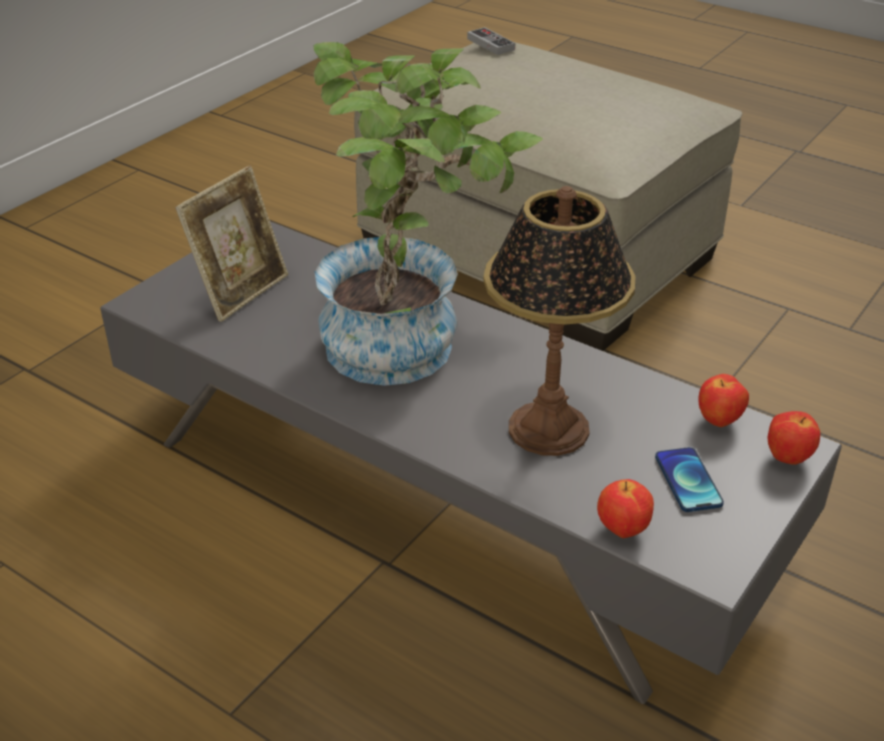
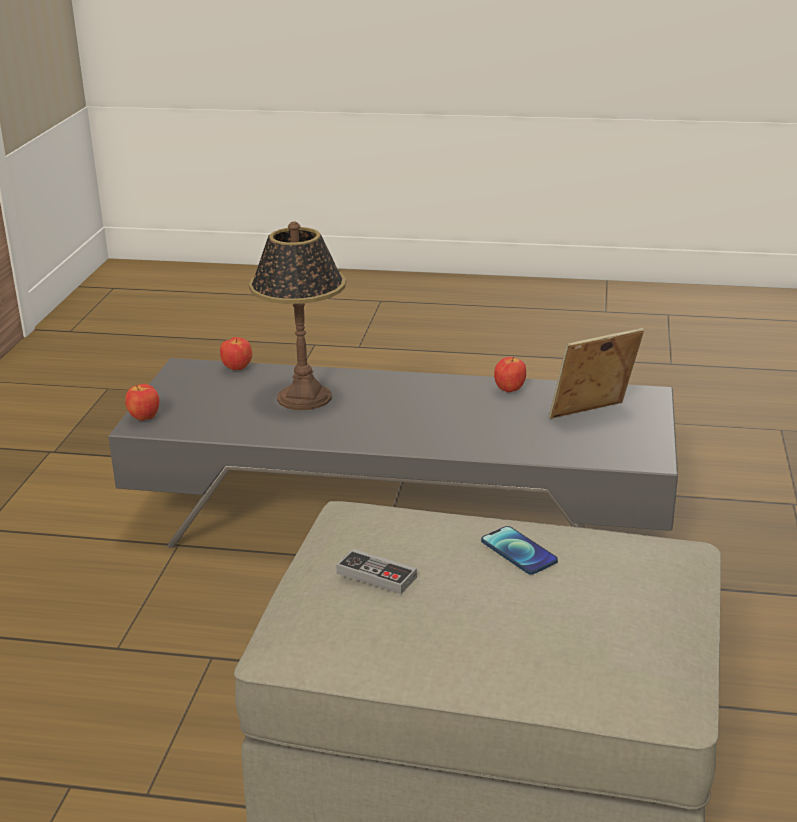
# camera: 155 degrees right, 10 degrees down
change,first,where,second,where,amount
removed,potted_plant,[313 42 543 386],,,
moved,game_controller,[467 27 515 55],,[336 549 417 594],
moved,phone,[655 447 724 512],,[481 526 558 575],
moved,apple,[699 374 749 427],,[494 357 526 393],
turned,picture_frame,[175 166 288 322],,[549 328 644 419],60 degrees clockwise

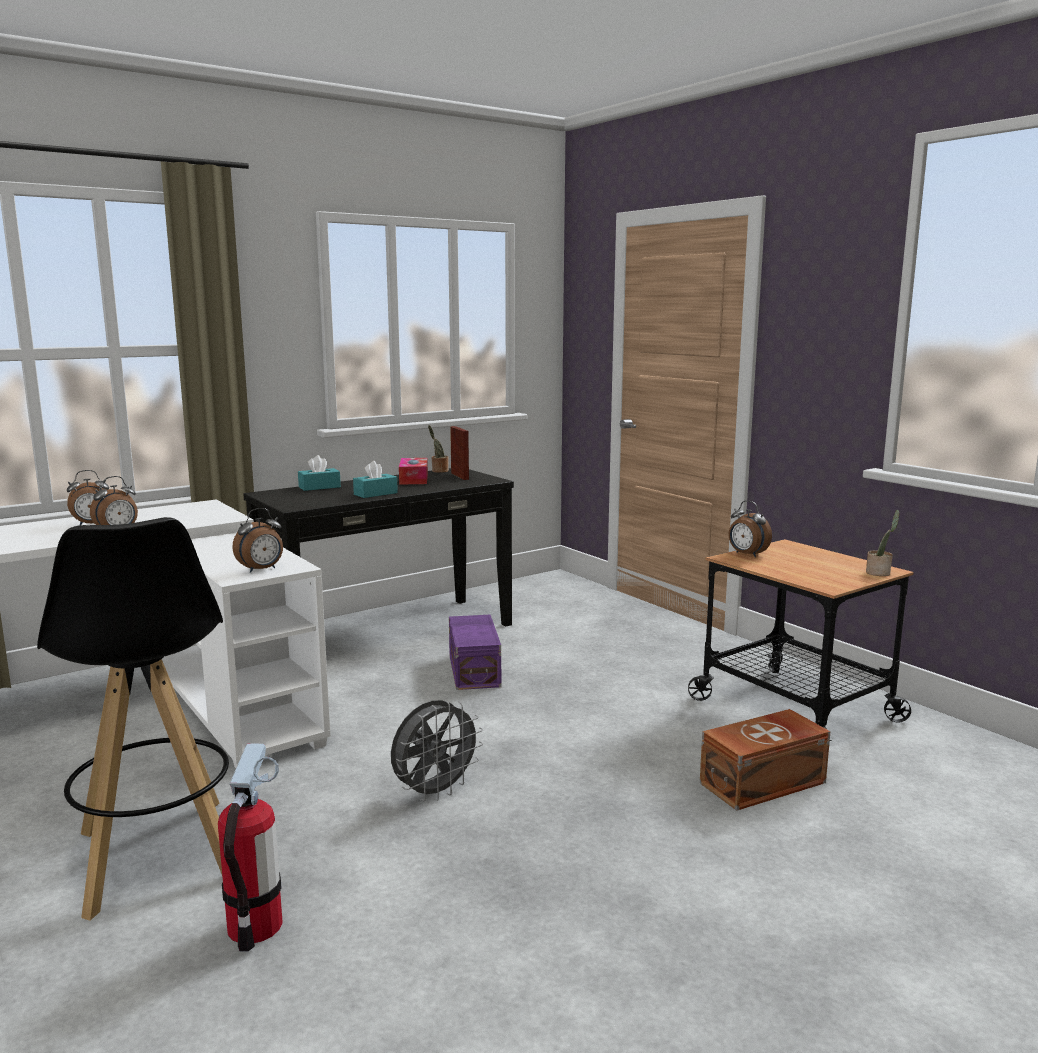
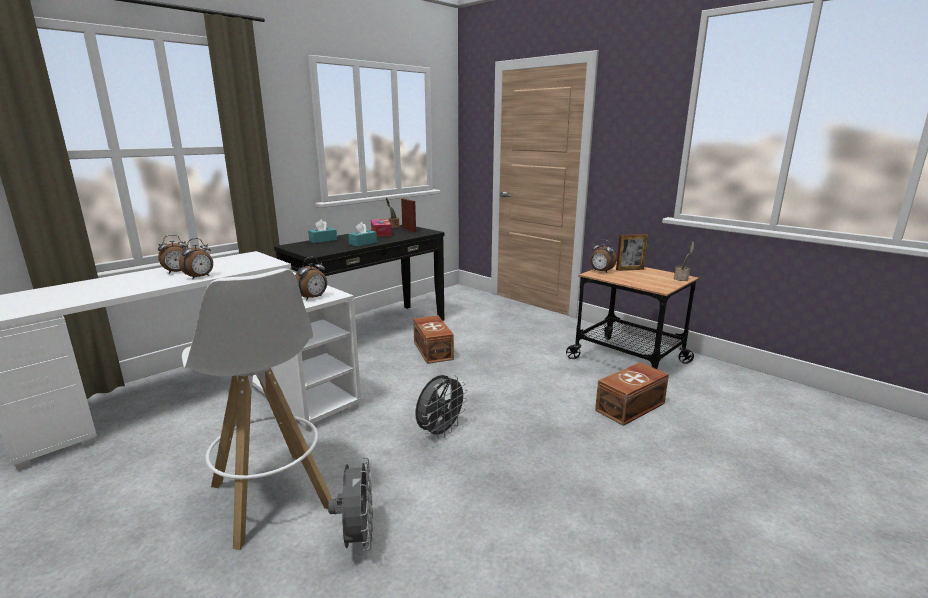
# camera: 10 degrees left, 5 degrees up
change,first,where,second,where,amount
added,,,picture_frame,[616 234 648 271],
replaced,fire_extinguisher,[218 743 283 952],grey_fan,[328 457 373 551],
recoloured,black_stool,[37 517 229 921],white_stool,[182 268 332 550],
recoloured,purple_storage_box,[449 615 501 690],brown_storage_box,[413 315 454 364],

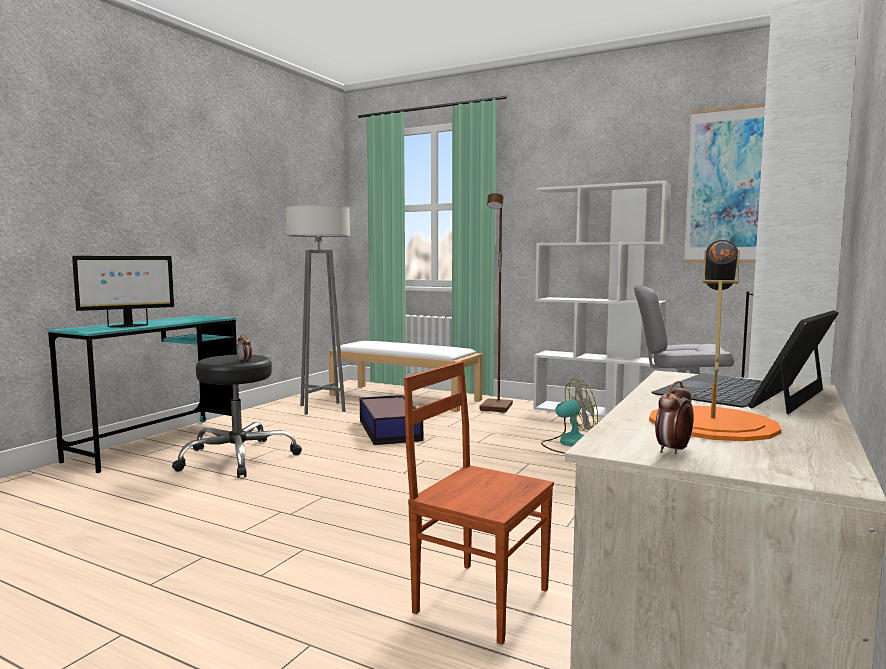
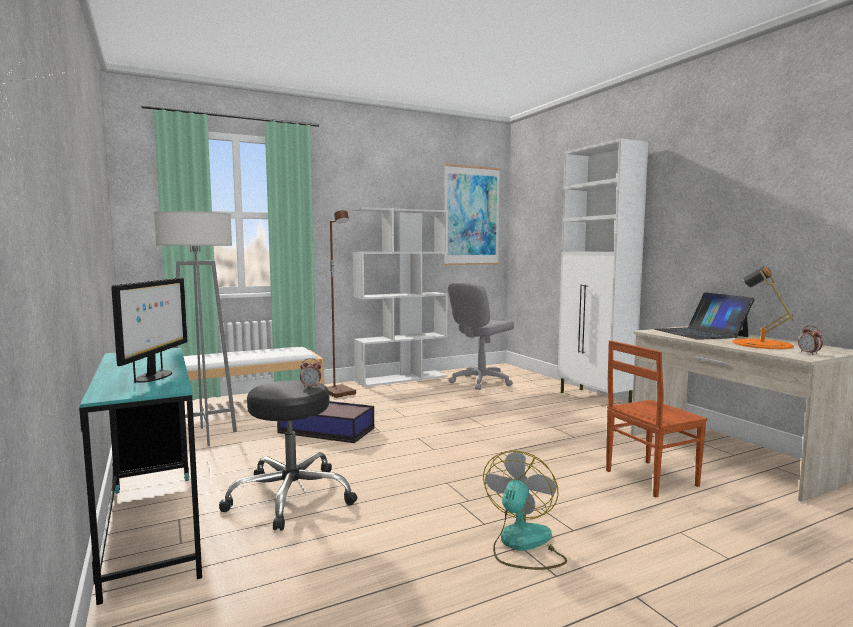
# camera: 55 degrees left, 0 degrees up
change,first,where,second,where,amount
moved,fan,[541 379 598 454],,[483 451 567 570],

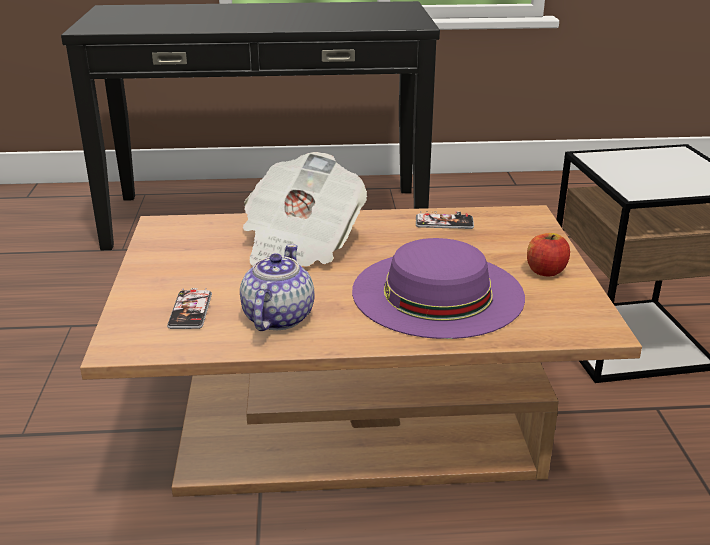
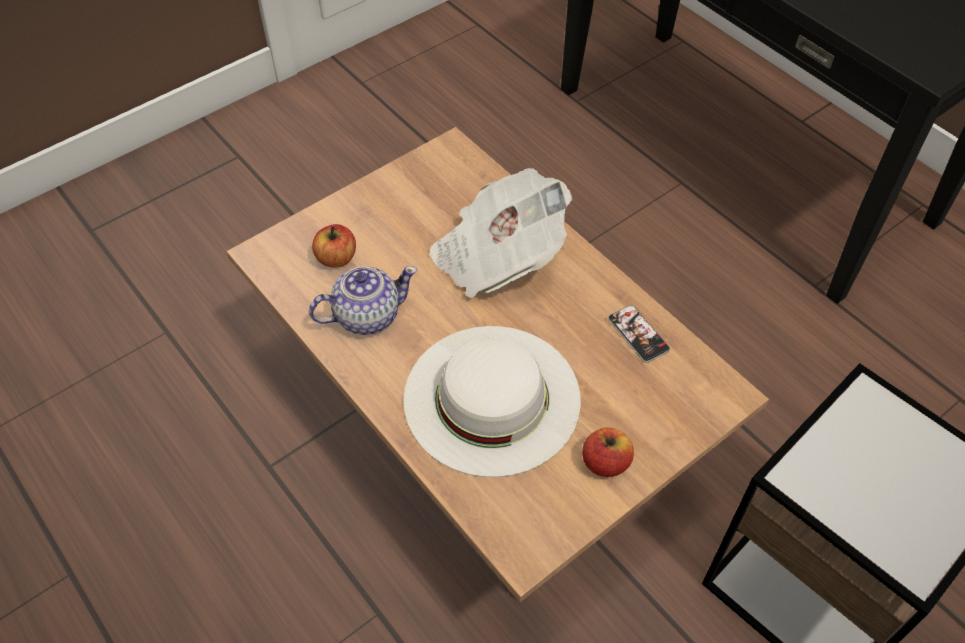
# camera: 55 degrees right, 25 degrees up
change,first,where,second,where,amount
replaced,phone,[167 288 212 329],apple,[312 224 356 268],
recoloured,purple_hat,[352 238 525 339],white_hat,[404 326 581 477],

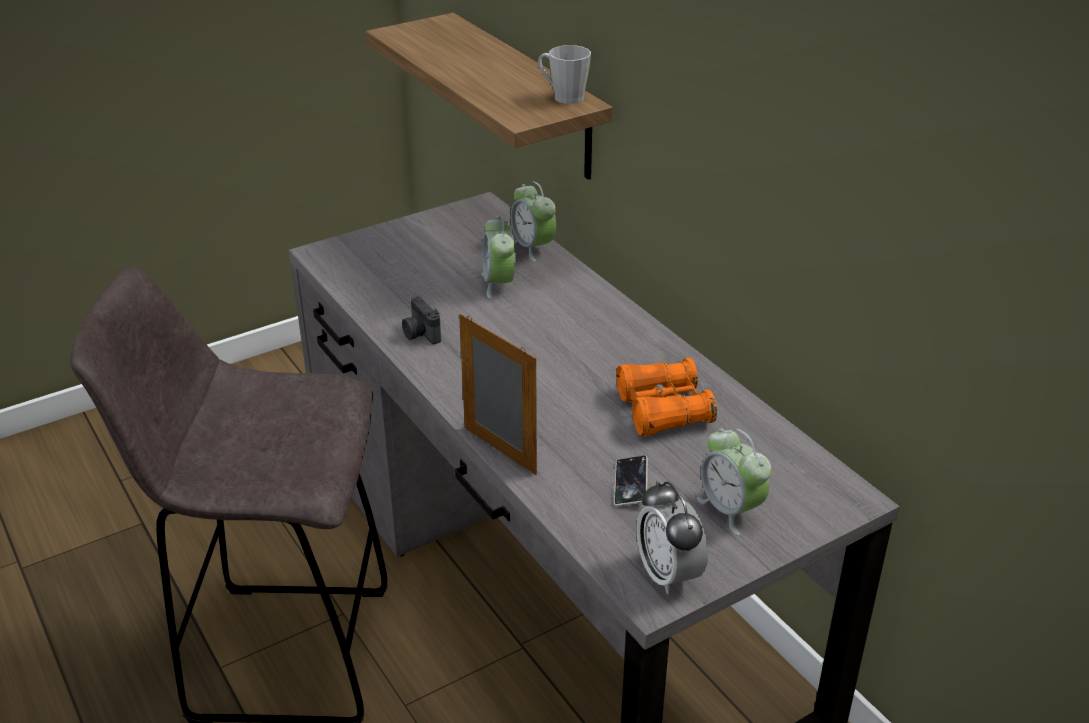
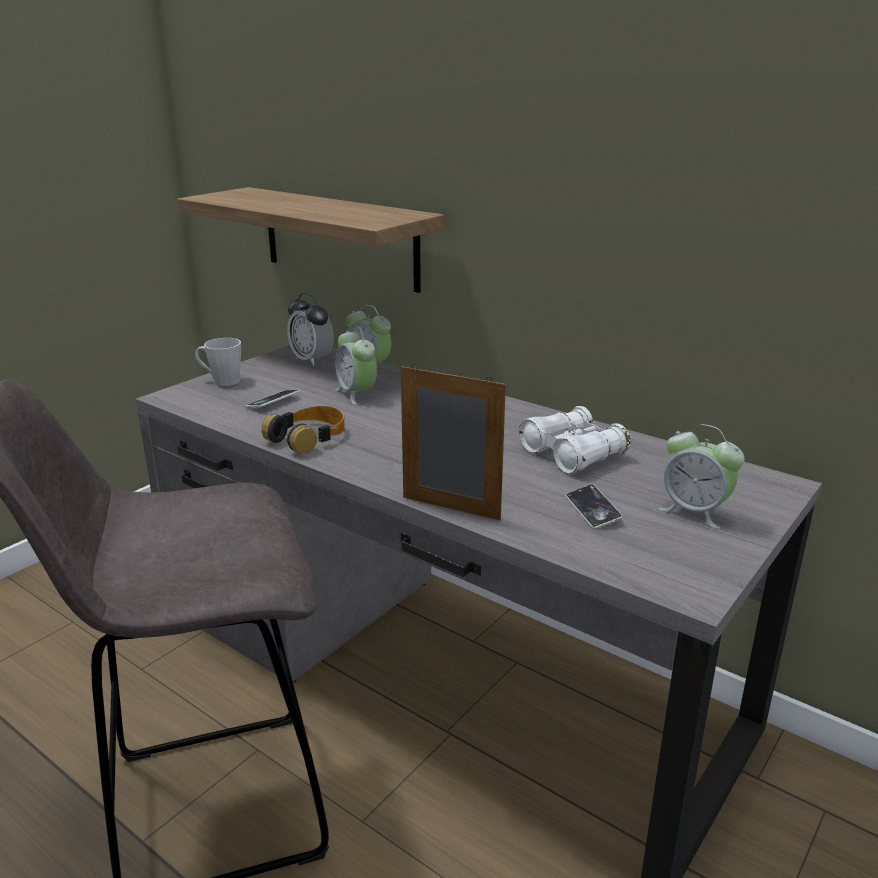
# camera: 20 degrees left, 10 degrees down
change,first,where,second,where,amount
added,,,phone,[245 390 300 407],
moved,grey_mug,[538 45 591 104],,[195 338 241 386],
moved,alarm_clock,[636 481 708 594],,[287 293 334 366],
replaced,photo_camera,[402 297 441 344],headphones,[262 406 344 453],
recoloured,orange_binoculars,[616 358 717 436],white_binoculars,[519 406 631 474],

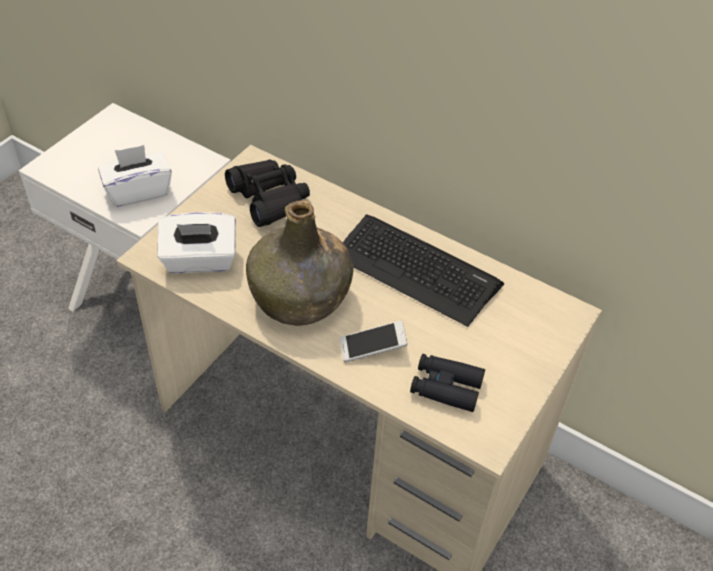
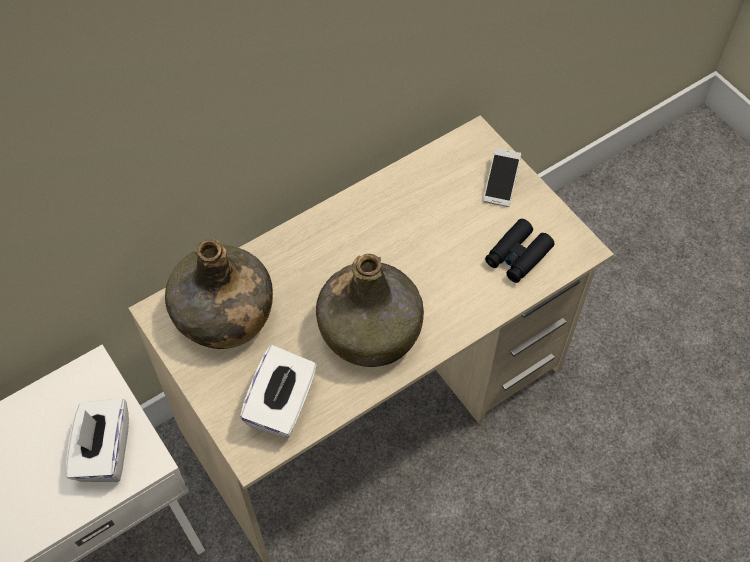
# camera: 65 degrees left, 10 degrees up
change,first,where,second,where,amount
removed,keyboard,[343 214 504 327],,,
moved,phone,[340 321 408 362],,[483 148 521 207],
replaced,black_binoculars,[225 159 310 227],green_bottle,[165 238 273 349],

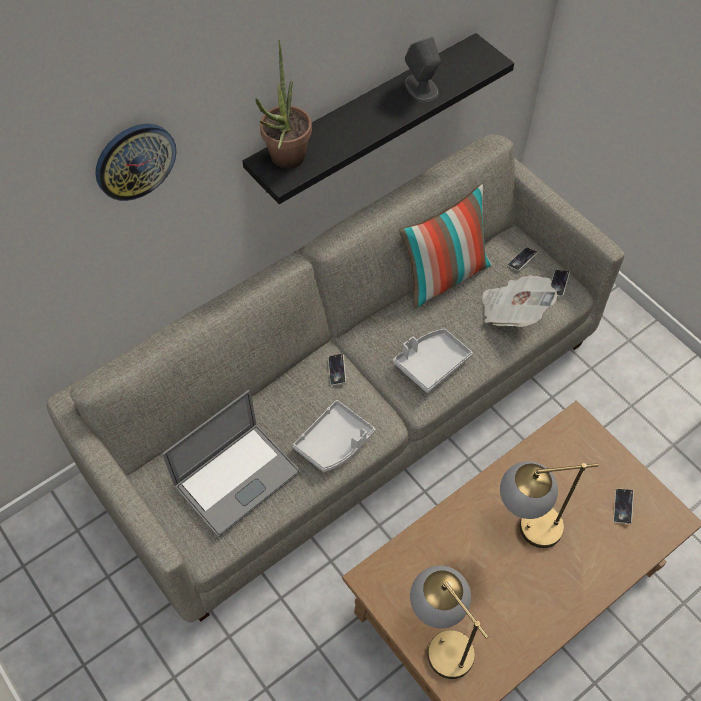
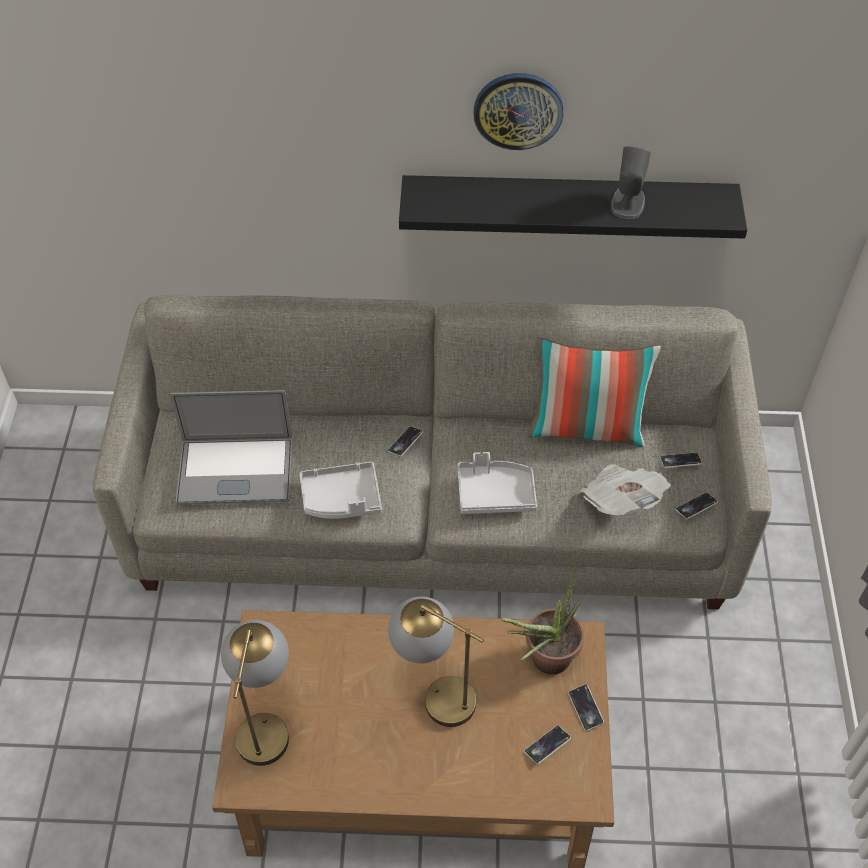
# camera: 40 degrees right, 5 degrees down
change,first,where,second,where,amount
added,,,phone,[568 684 604 731],
moved,wall_clock,[95 124 176 201],,[474 73 563 150],
moved,potted_plant,[255 40 312 169],,[501 568 584 674],

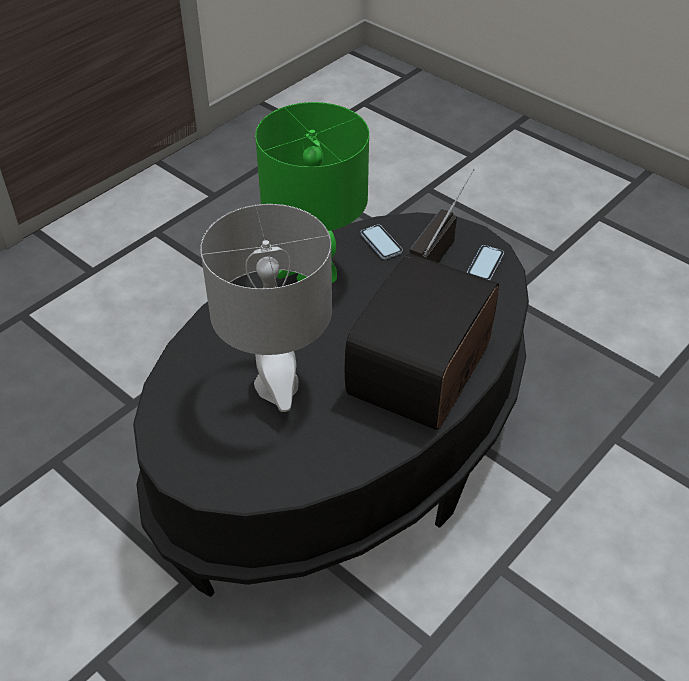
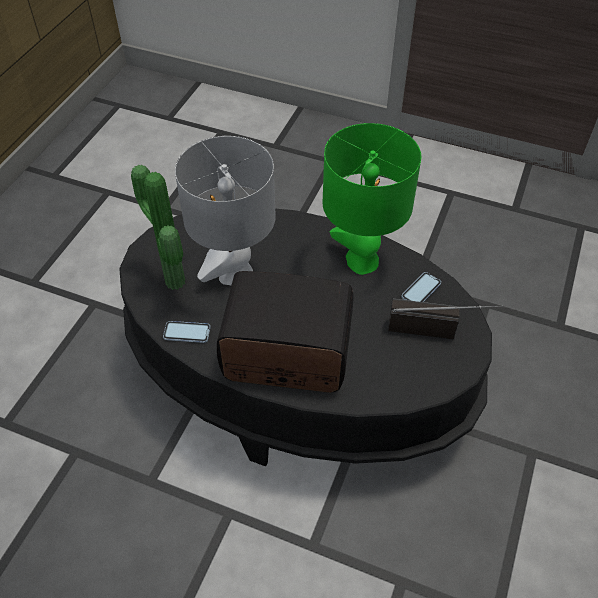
# camera: 70 degrees right, 5 degrees up
change,first,where,second,where,amount
added,,,potted_plant,[131 165 185 290],
moved,phone,[467 245 504 280],,[163 321 211 343],

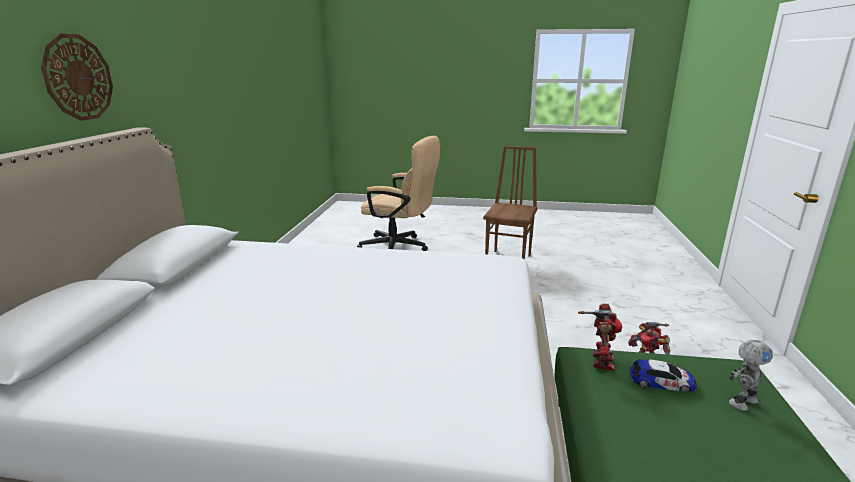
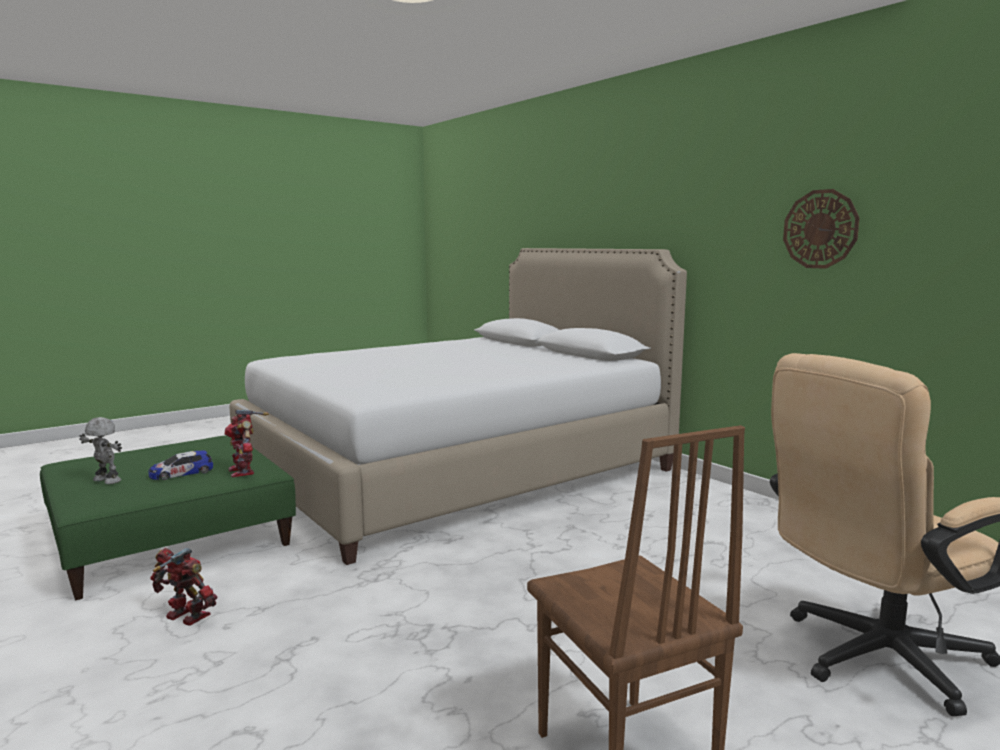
# camera: 135 degrees right, 10 degrees down
change,first,where,second,where,amount
moved,wall_clock,[41 34 113 121],,[783 189 860 269],
turned,toy_robot,[729 340 773 411],,[79 417 122 484],105 degrees clockwise

